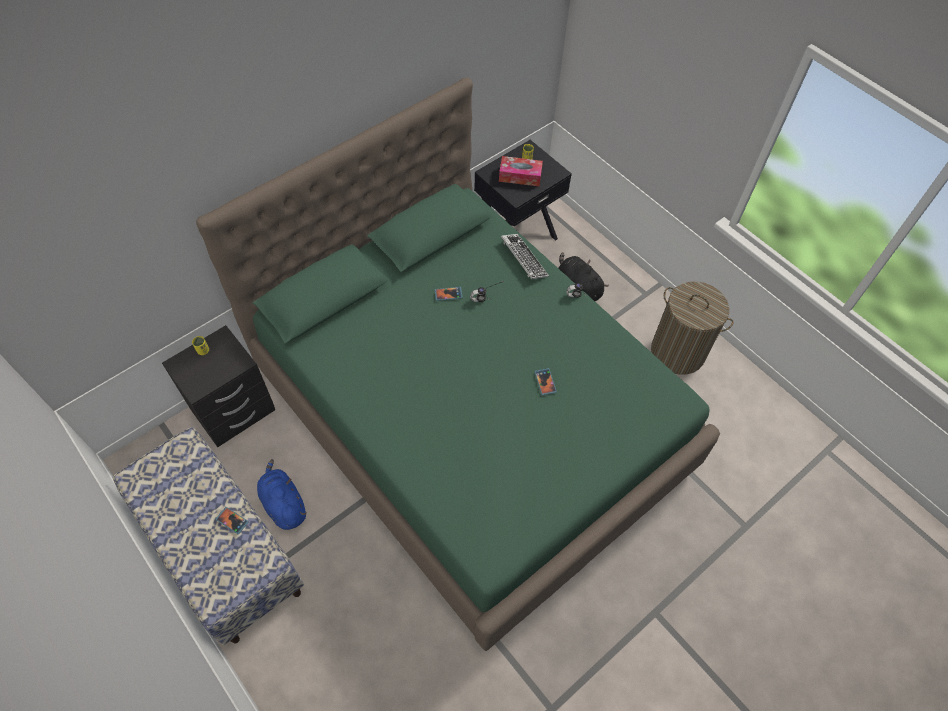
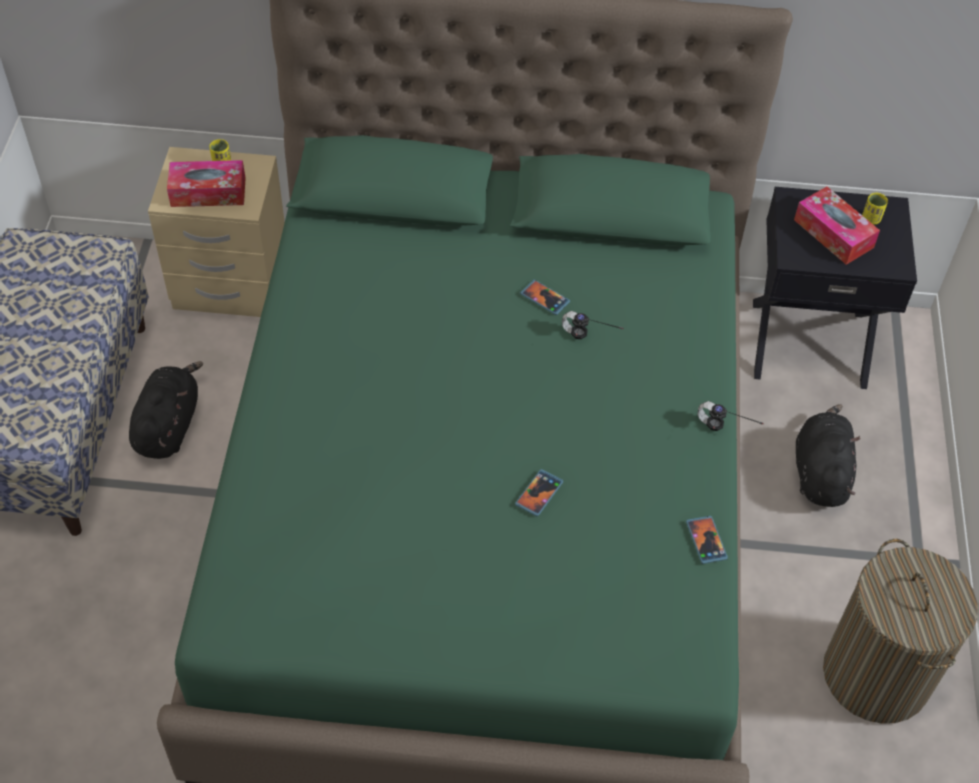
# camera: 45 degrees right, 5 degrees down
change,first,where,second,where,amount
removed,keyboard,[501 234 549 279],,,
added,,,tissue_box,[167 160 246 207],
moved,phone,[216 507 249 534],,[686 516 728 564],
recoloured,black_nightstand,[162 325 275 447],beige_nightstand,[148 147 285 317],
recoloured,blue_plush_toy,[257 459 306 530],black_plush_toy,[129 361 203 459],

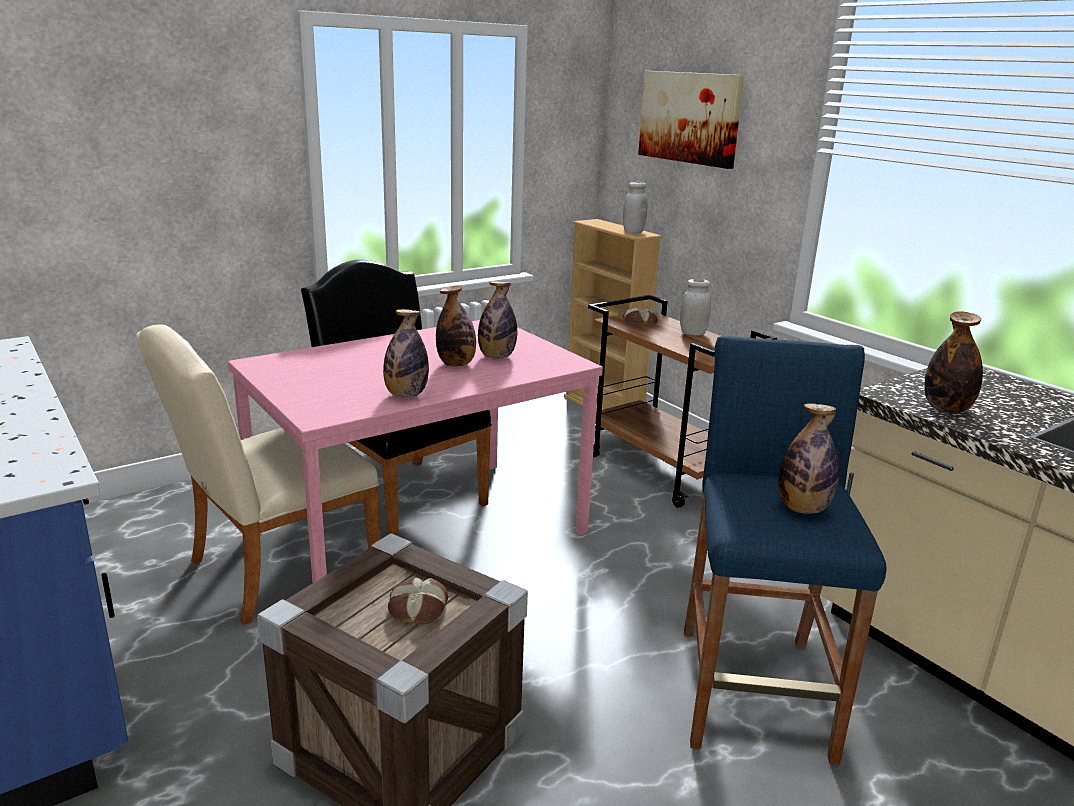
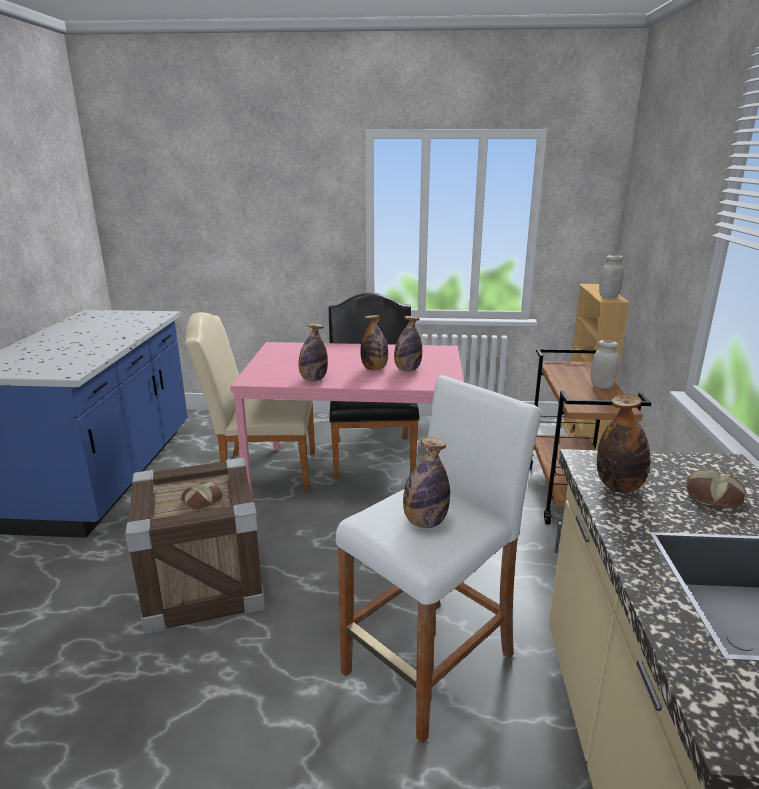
# camera: 40 degrees right, 0 degrees up
change,first,where,second,where,amount
removed,picture,[638 71 744 169],,,
moved,bread,[623 307 658 326],,[687 469 746 508],
recoloured,blue_stool,[684 336 887 765],white_stool,[336 375 541 744],

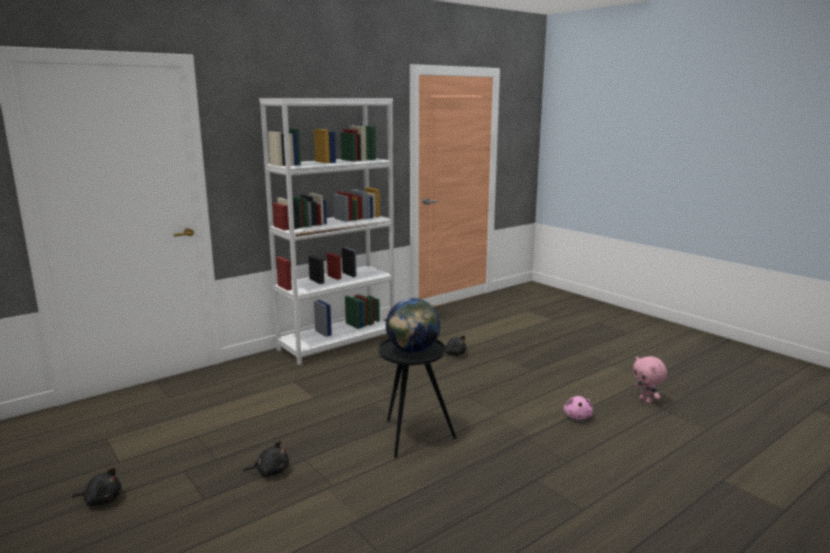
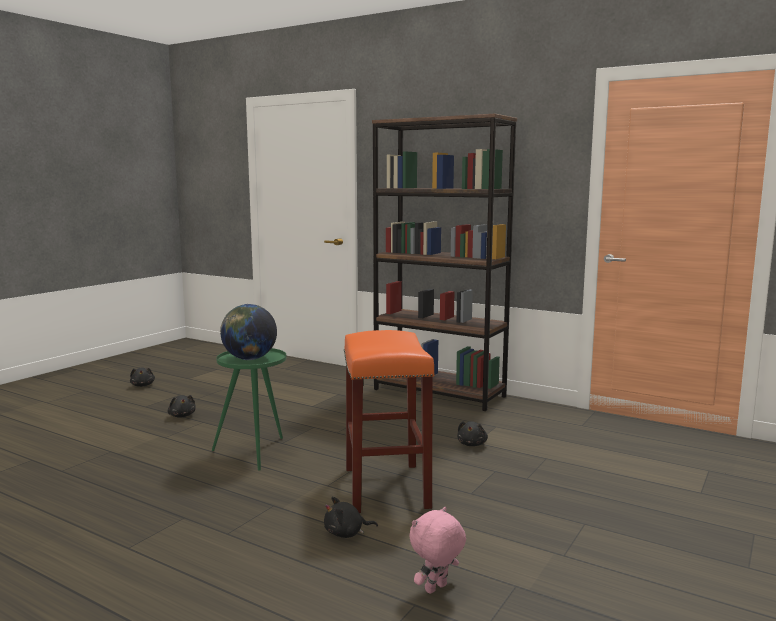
# camera: 70 degrees right, 5 degrees down
change,first,where,second,where,amount
added,,,orange_stool,[344 330 435 513],
recoloured,white_bookcase,[259 98 394 365],brown_bookcase,[372 114 517 411],
recoloured,black_side_table,[378 339 456 458],green_side_table,[212 348 286 470],
recoloured,pink_plush_toy,[564 396 593 420],black_plush_toy,[324 497 378 538],

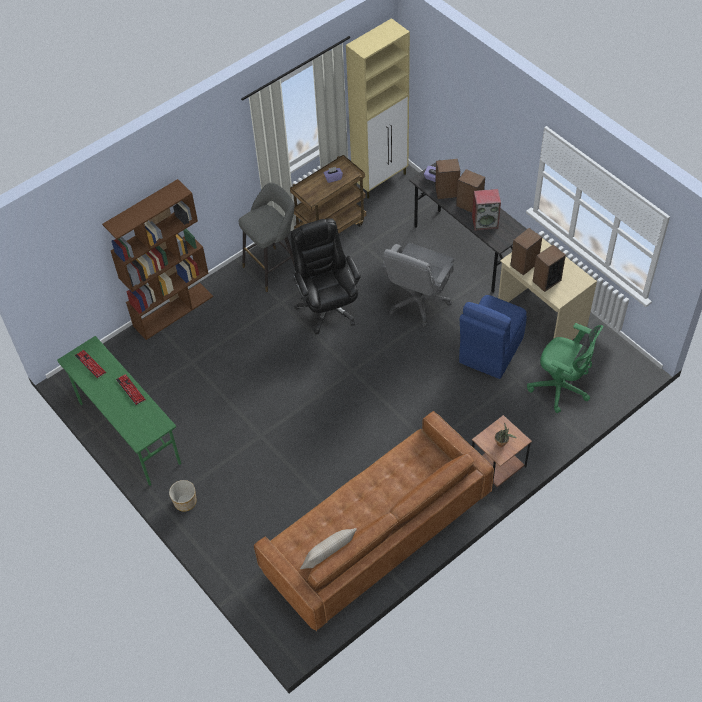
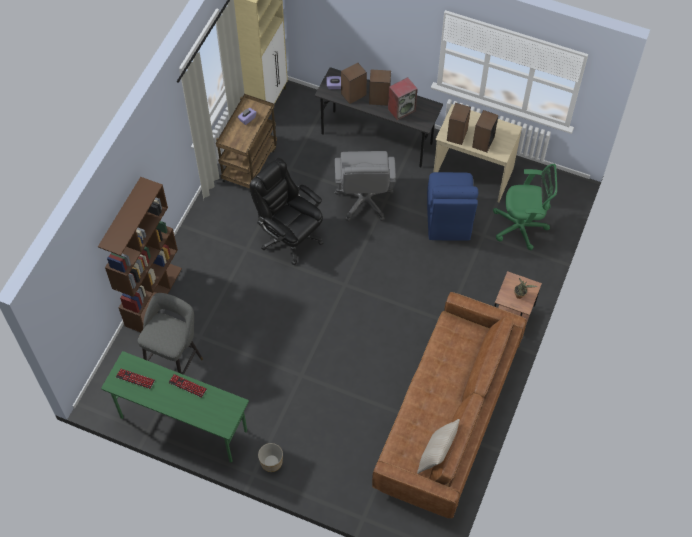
# camera: 30 degrees left, 5 degrees up
change,first,where,second,where,amount
moved,grey_stool,[239 182 295 292],,[138 293 203 375],

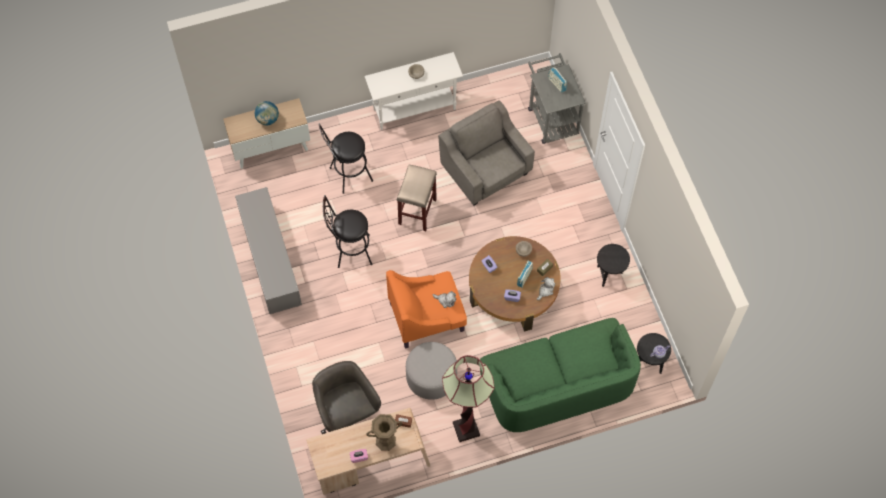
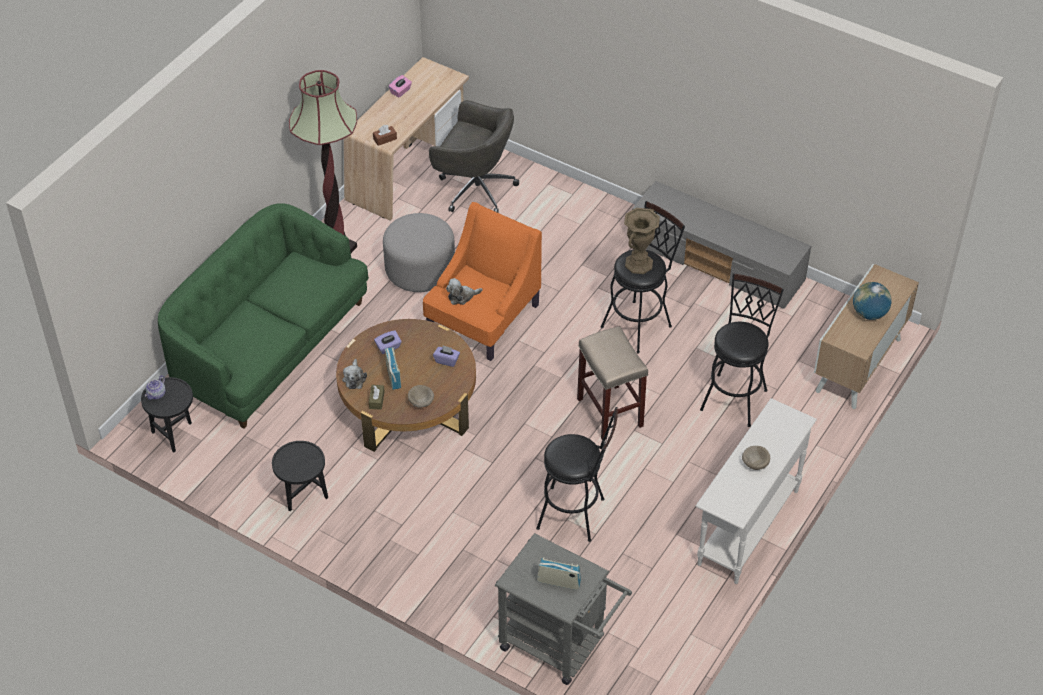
# camera: 140 degrees right, 15 degrees down
change,first,where,second,where,amount
moved,brown_vase,[366 414 403 451],,[624 208 660 274],
replaced,grey_armchair,[438 100 535 206],black_stool,[536 407 618 542],

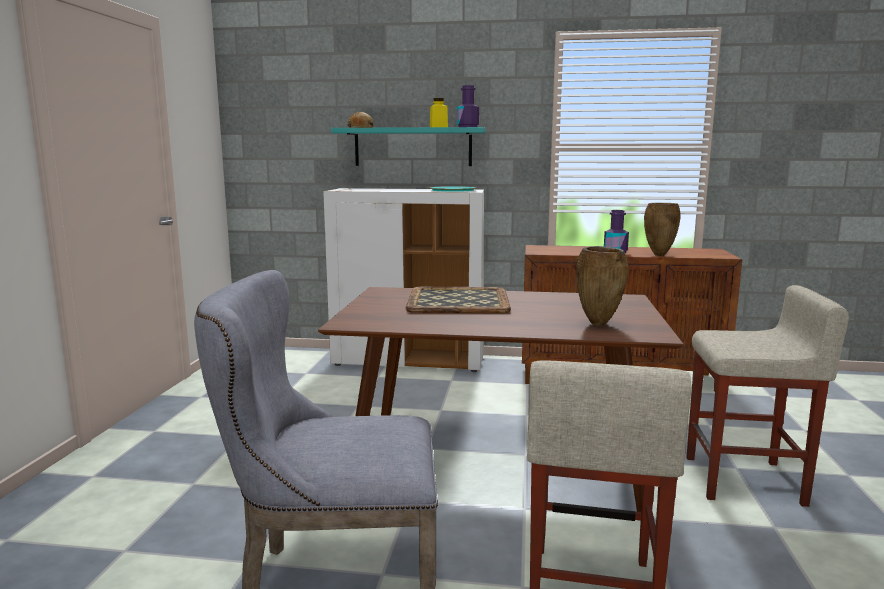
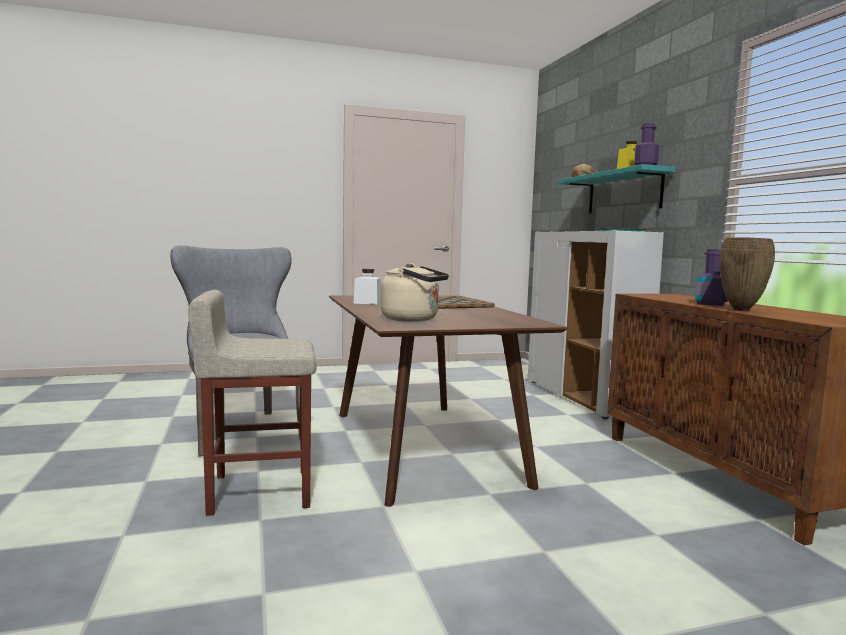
# camera: 65 degrees right, 5 degrees down
change,first,where,second,where,amount
removed,beige_stool,[686 285 849 507],,,
added,,,white_jar,[354 269 381 305],
replaced,brown_vase,[576 246 628 326],beige_kettle,[381 263 449 322],

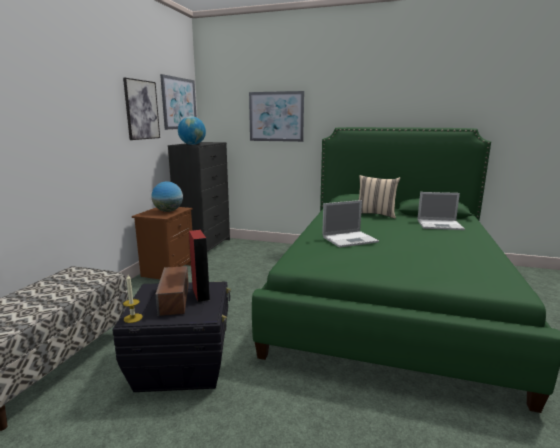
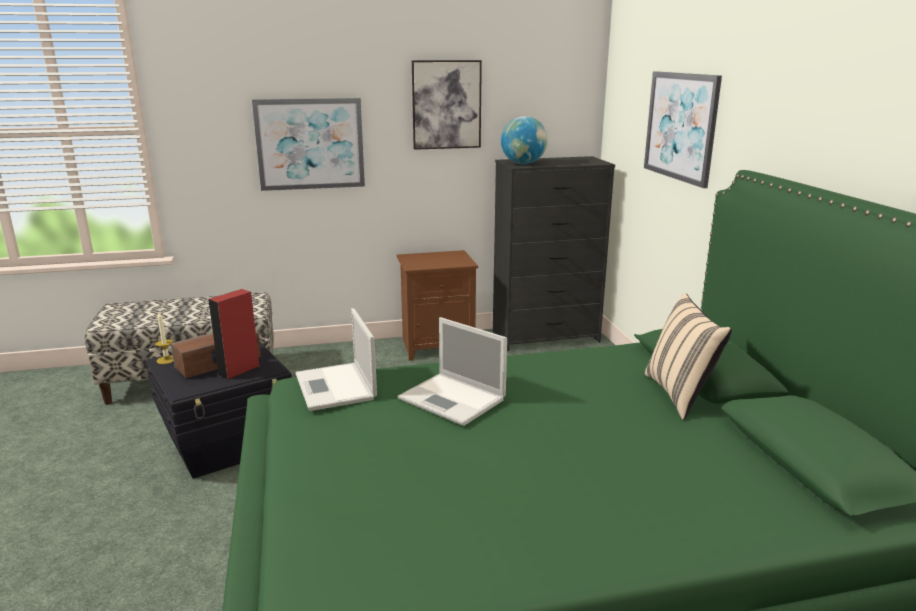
# camera: 60 degrees right, 5 degrees up
change,first,where,second,where,amount
removed,globe,[151 182 183 212],,,
moved,picture,[160 74 197 130],,[252 98 365 191],
moved,laptop,[418 192 465 230],,[295 308 377 411],

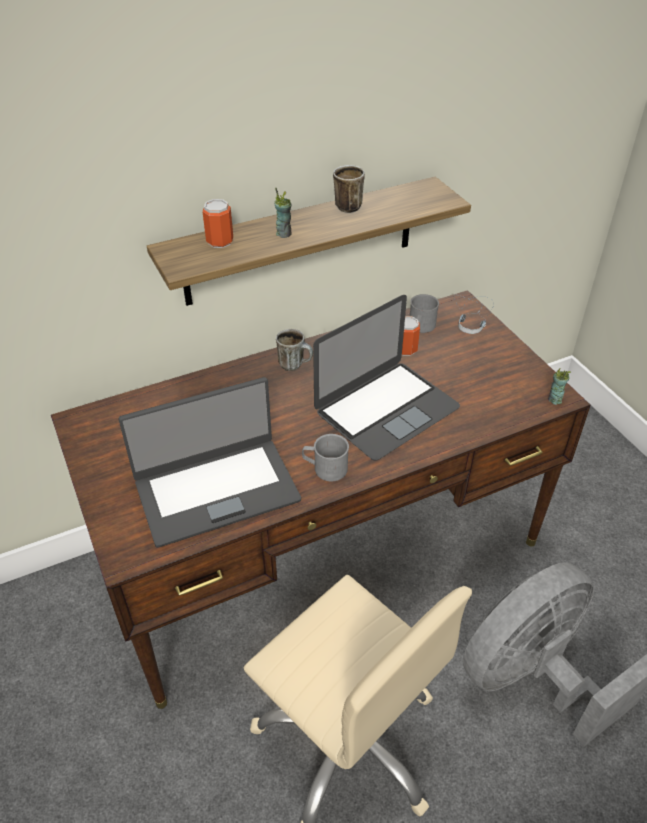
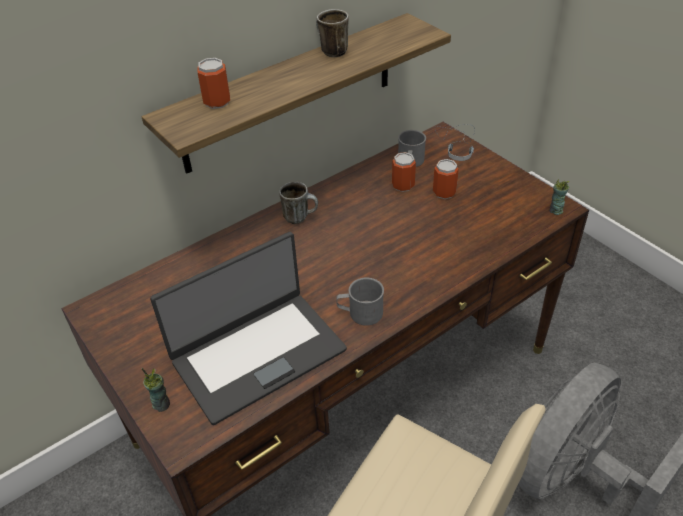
# camera: 10 degrees left, 0 degrees up
change,first,where,second,where,amount
removed,laptop,[313 295 460 461],,,
added,,,can,[433 159 459 199],
moved,cup,[274 188 292 238],,[142 368 170 412],

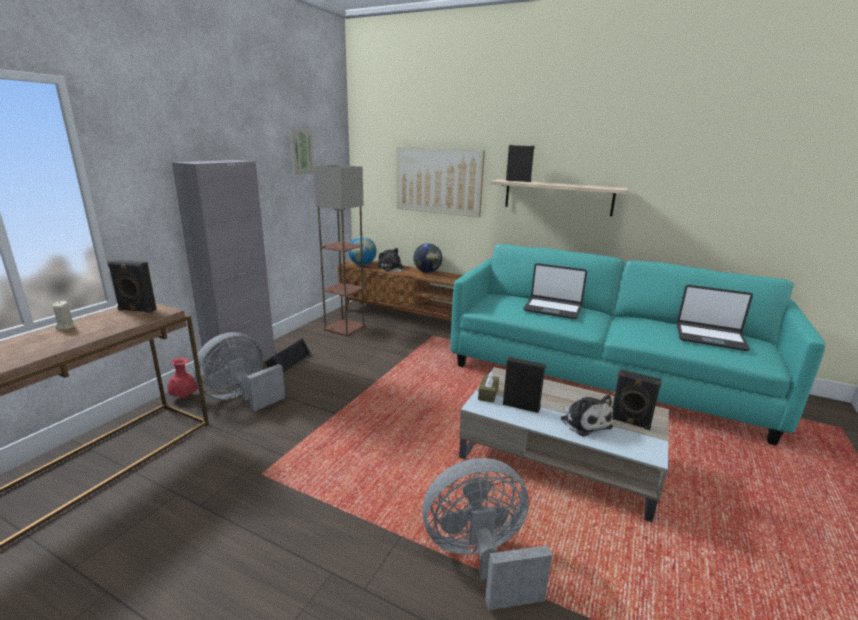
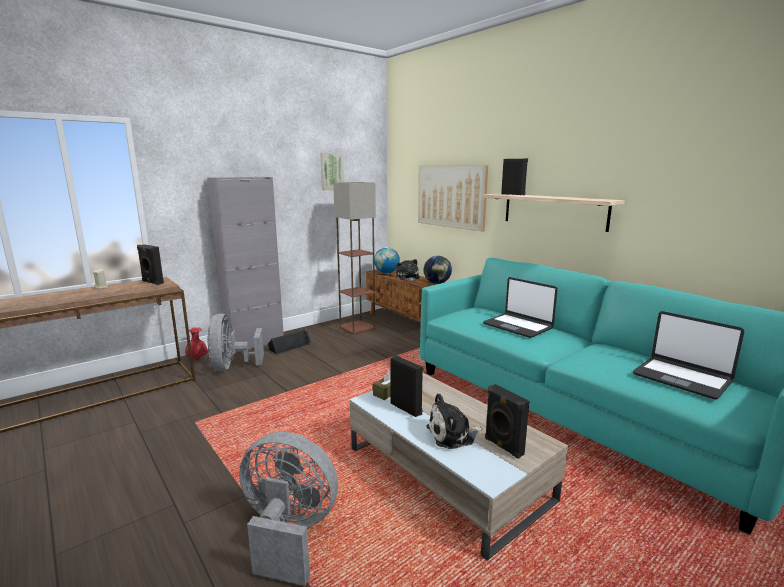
# camera: 25 degrees right, 5 degrees down
change,first,where,second,where,amount
turned,grey_fan,[193 332 285 412],,[207 313 264 371],75 degrees counterclockwise
turned,plush_toy,[559 395 613 437],,[426 393 483 449],75 degrees clockwise

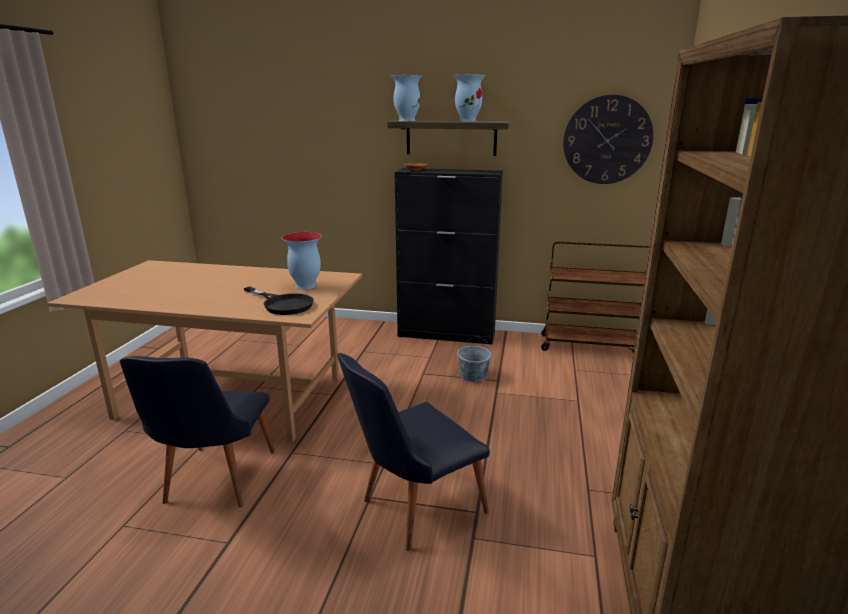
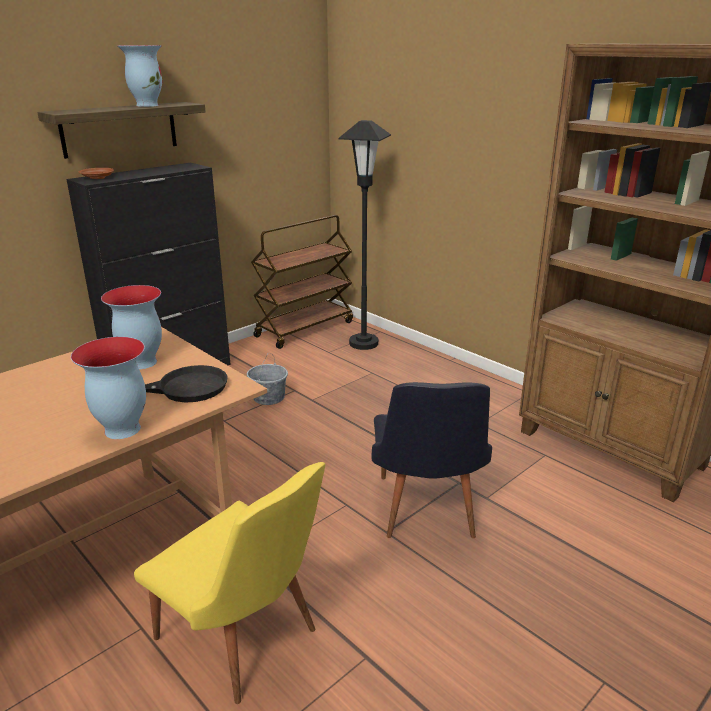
# camera: 55 degrees left, 5 degrees up
change,first,where,second,where,amount
removed,wall_clock,[563 95 654 184],,,
added,,,black_floor_lamp,[338 120 391 350],
moved,vase,[390 75 423 121],,[71 337 146 439],
recoloured,black_chair,[120 356 275 507],yellow_chair,[134 462 325 704],

